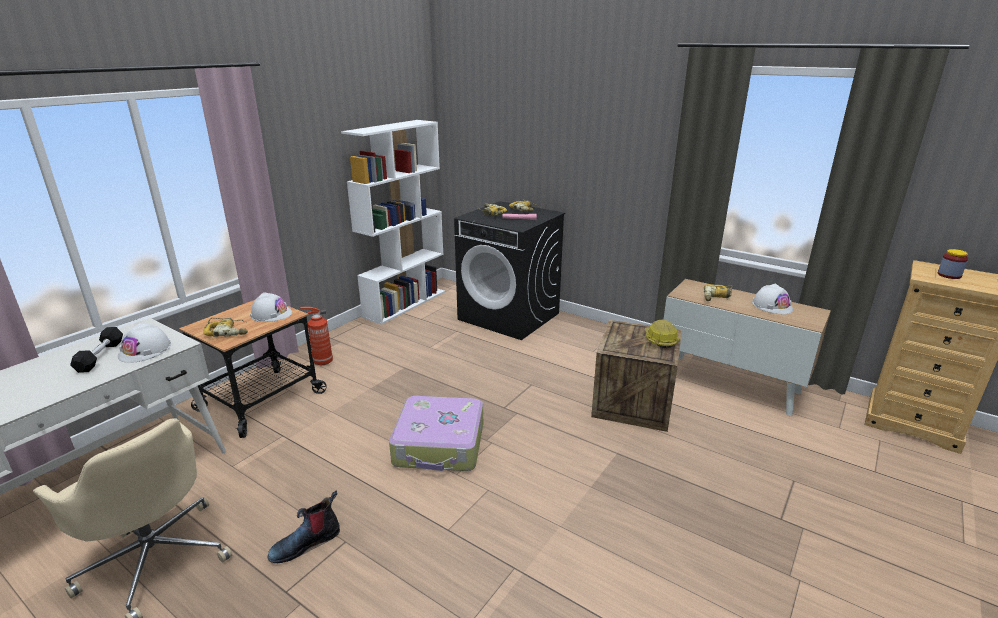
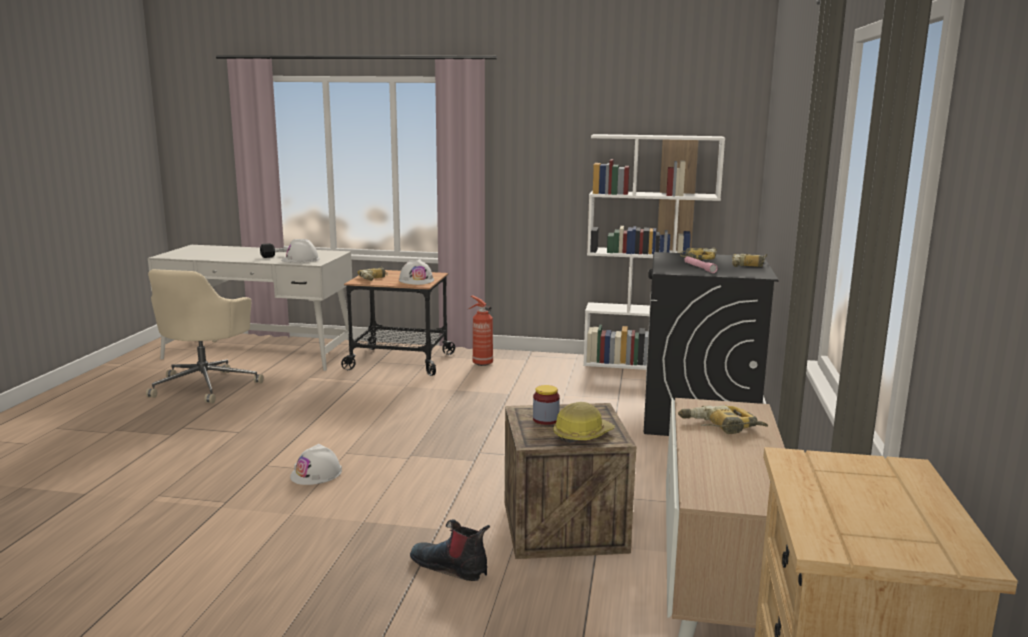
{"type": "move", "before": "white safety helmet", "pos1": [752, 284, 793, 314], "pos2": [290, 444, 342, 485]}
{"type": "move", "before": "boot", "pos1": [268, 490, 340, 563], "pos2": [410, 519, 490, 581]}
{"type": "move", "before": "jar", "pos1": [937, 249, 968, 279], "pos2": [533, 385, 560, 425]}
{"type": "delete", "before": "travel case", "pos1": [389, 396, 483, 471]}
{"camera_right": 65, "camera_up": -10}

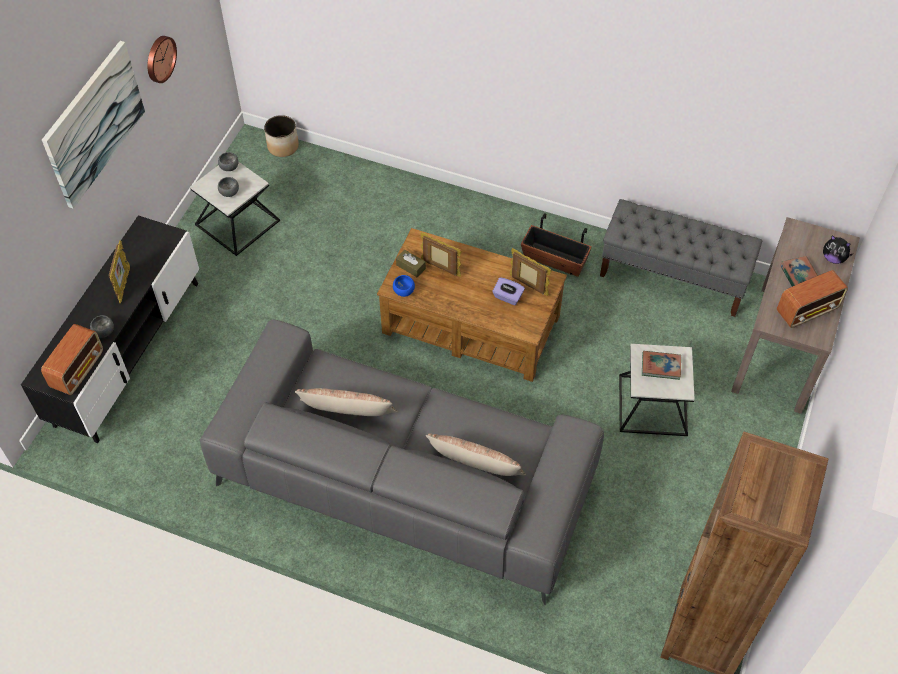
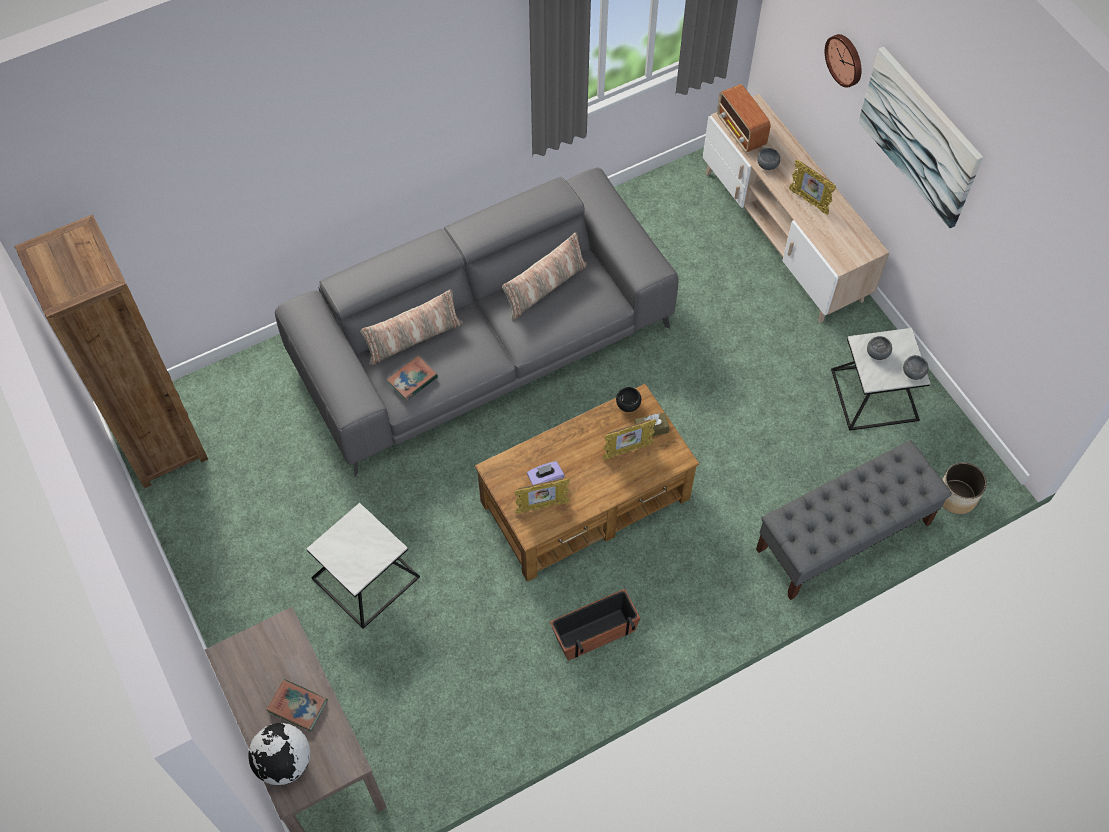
{"type": "replace", "before": "cuddly toy", "after": "desk globe", "pos1": [823, 235, 853, 264], "pos2": [248, 723, 310, 785]}
{"type": "move", "before": "book", "pos1": [642, 351, 681, 380], "pos2": [386, 356, 438, 401]}
{"type": "recolor", "before": "blue deep dish", "after": "black-coloured deep dish", "pos1": [393, 275, 415, 297], "pos2": [616, 387, 641, 412]}
{"type": "recolor", "before": "black-coloured media console", "after": "beige-coloured media console", "pos1": [21, 215, 199, 443], "pos2": [703, 94, 889, 323]}
{"type": "move", "before": "grey long seat", "pos1": [600, 199, 762, 317], "pos2": [756, 440, 952, 600]}
{"type": "move", "before": "hanging clock", "pos1": [147, 36, 177, 83], "pos2": [825, 34, 862, 88]}
{"type": "delete", "before": "radio", "pos1": [777, 270, 848, 328]}
{"camera_right": 130, "camera_up": 5}

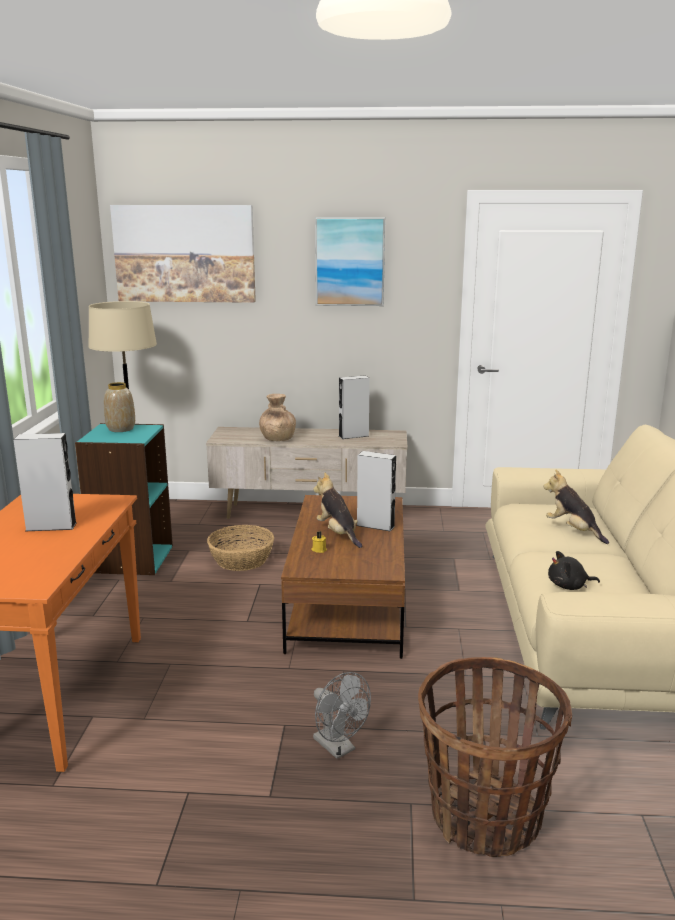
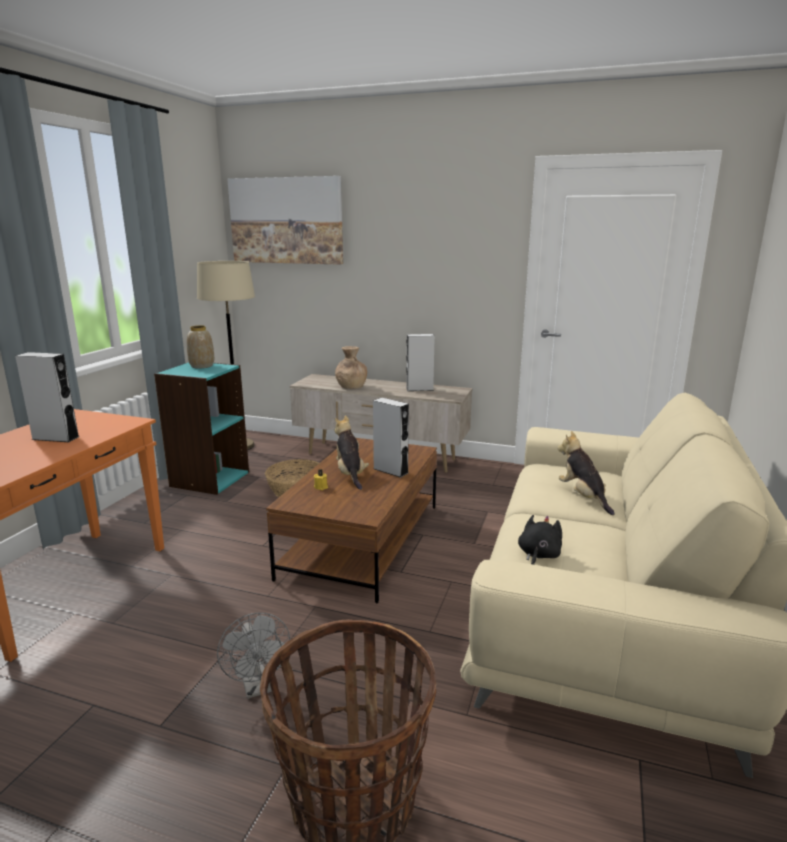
{"type": "rotate", "before": "black-coloured cuddly toy", "pos1": [548, 551, 600, 590], "pos2": [518, 515, 562, 565], "turn": 105}
{"type": "delete", "before": "wall art", "pos1": [315, 217, 385, 306]}
{"camera_right": 15, "camera_up": 0}

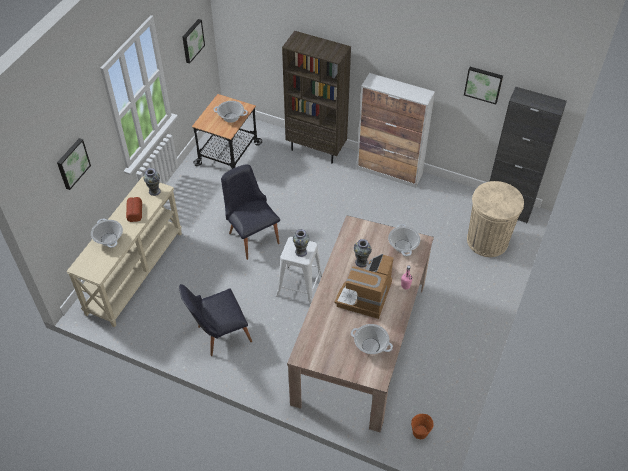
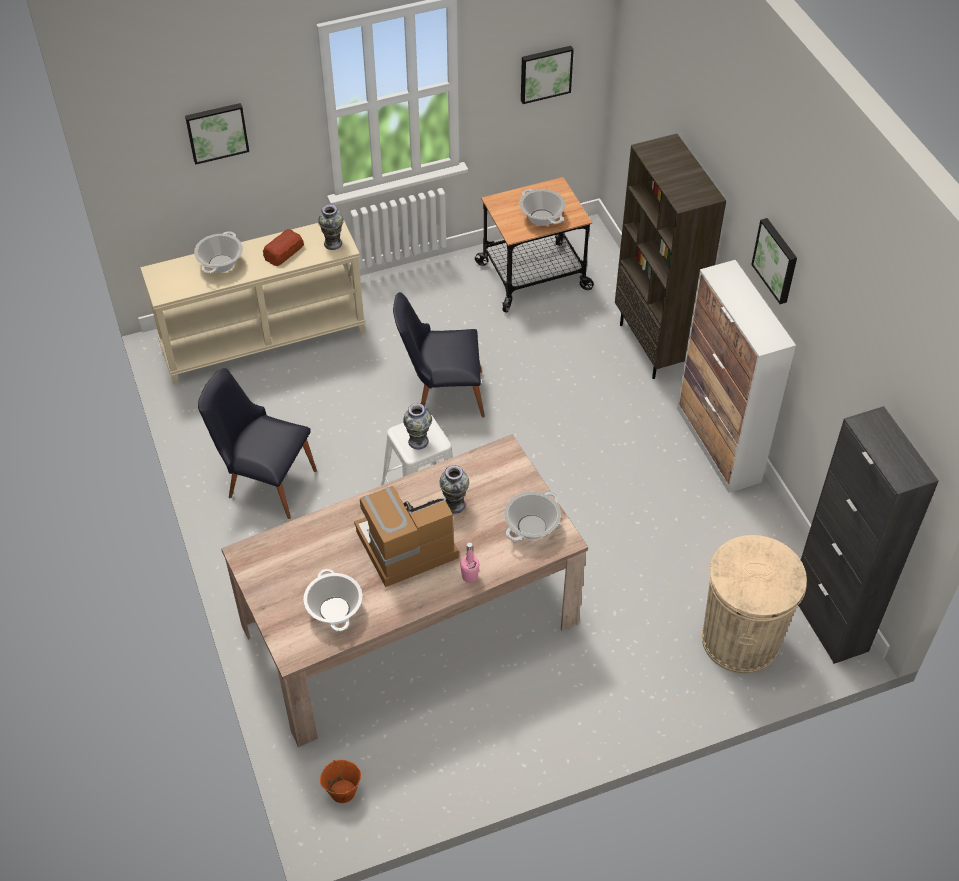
{"type": "rotate", "before": "black-coloured plain chair", "pos1": [221, 165, 280, 260], "pos2": [393, 292, 485, 418], "turn": -105}
{"type": "move", "before": "wall art", "pos1": [464, 67, 503, 104], "pos2": [751, 218, 797, 304]}
{"camera_right": 45, "camera_up": 0}

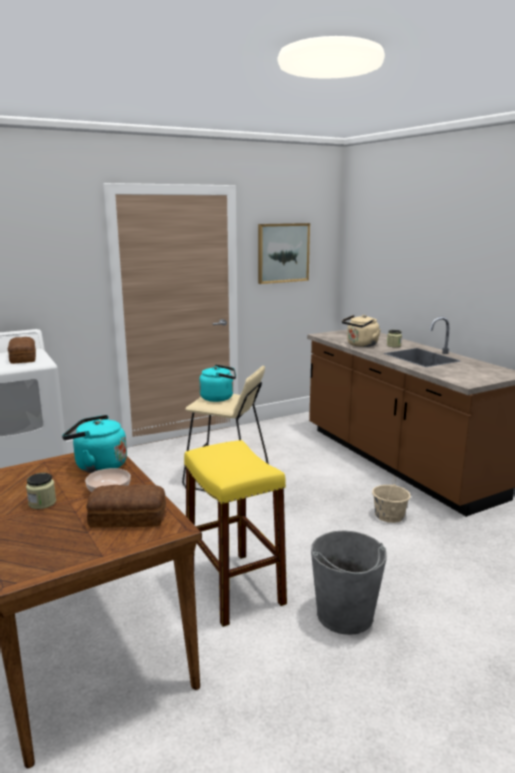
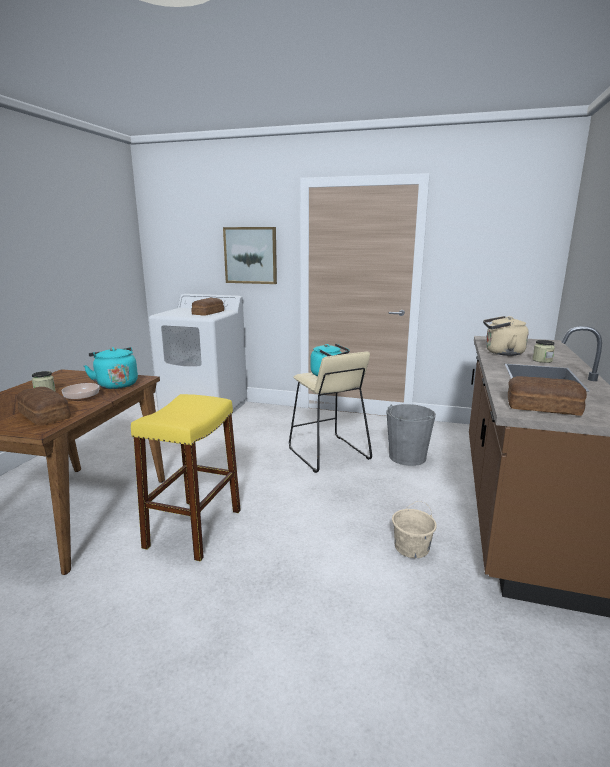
{"type": "move", "before": "wall art", "pos1": [258, 223, 310, 284], "pos2": [223, 227, 277, 284]}
{"type": "move", "before": "grey bucket", "pos1": [311, 530, 387, 635], "pos2": [386, 404, 436, 466]}
{"type": "insert", "after": "baked bread", "pos2": [508, 376, 587, 416]}
{"camera_right": 45, "camera_up": 0}

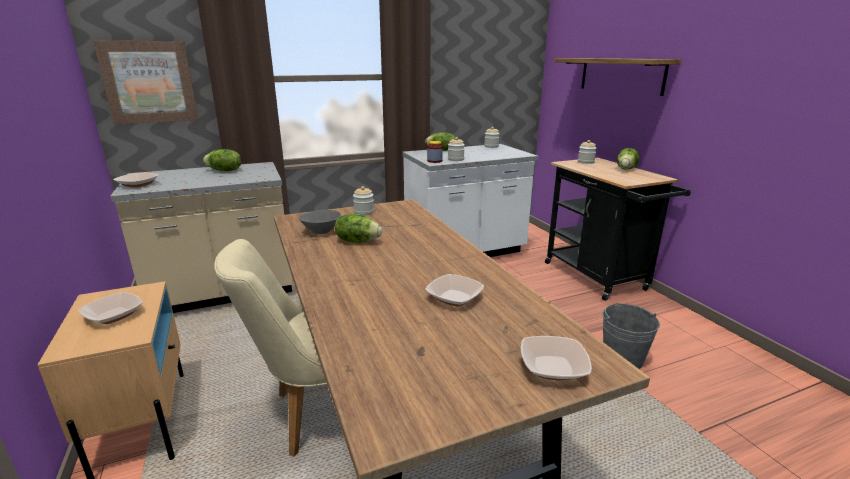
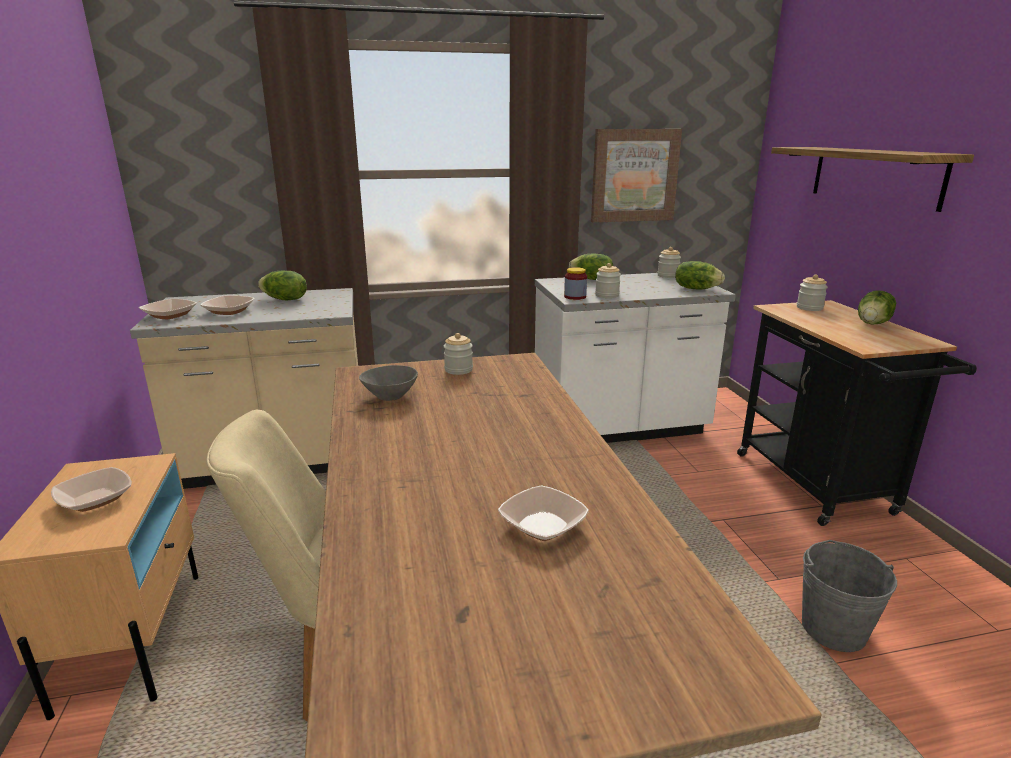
{"type": "move", "before": "deep dish", "pos1": [521, 336, 592, 380], "pos2": [200, 295, 255, 315]}
{"type": "move", "before": "wall art", "pos1": [93, 41, 199, 124], "pos2": [591, 129, 682, 223]}
{"type": "move", "before": "lettuce", "pos1": [335, 214, 382, 243], "pos2": [675, 261, 725, 289]}
{"camera_right": 10, "camera_up": 0}

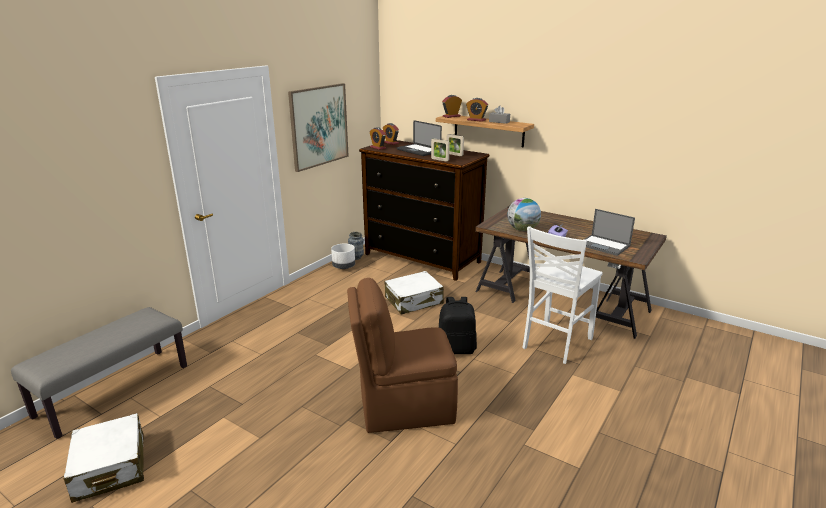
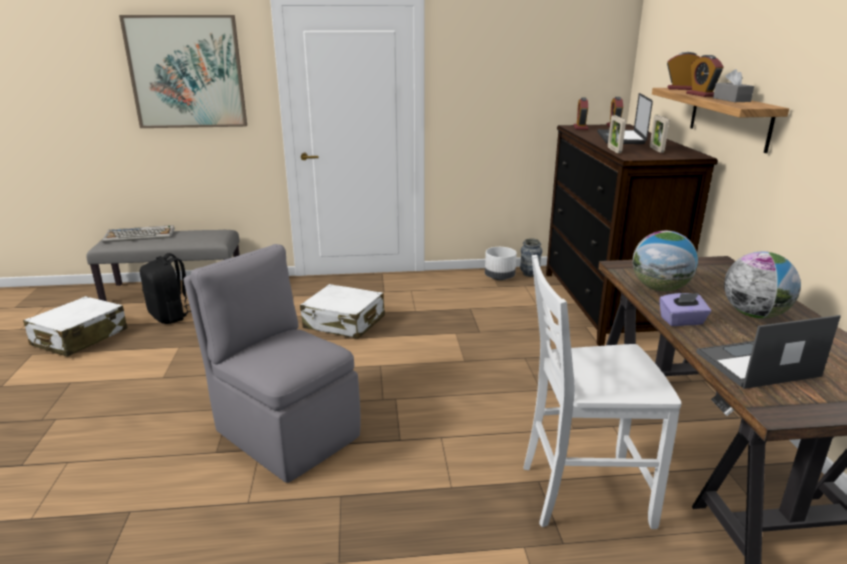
{"type": "insert", "after": "computer keyboard", "pos2": [102, 225, 175, 243]}
{"type": "move", "before": "wall art", "pos1": [288, 83, 349, 172], "pos2": [119, 15, 247, 128]}
{"type": "move", "before": "black-coloured backpack", "pos1": [439, 297, 477, 354], "pos2": [140, 253, 191, 324]}
{"type": "recolor", "before": "brown plain chair", "after": "grey plain chair", "pos1": [347, 278, 458, 433], "pos2": [184, 244, 360, 483]}
{"type": "move", "before": "white travel case", "pos1": [384, 271, 444, 315], "pos2": [300, 284, 385, 339]}
{"type": "rotate", "before": "portable computer", "pos1": [585, 209, 635, 256], "pos2": [696, 315, 841, 389], "turn": 75}
{"type": "insert", "after": "desk globe", "pos2": [724, 252, 801, 318]}
{"camera_right": 50, "camera_up": 0}

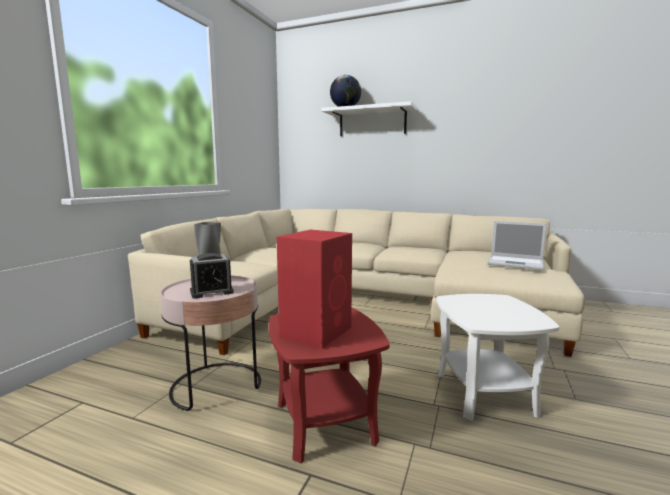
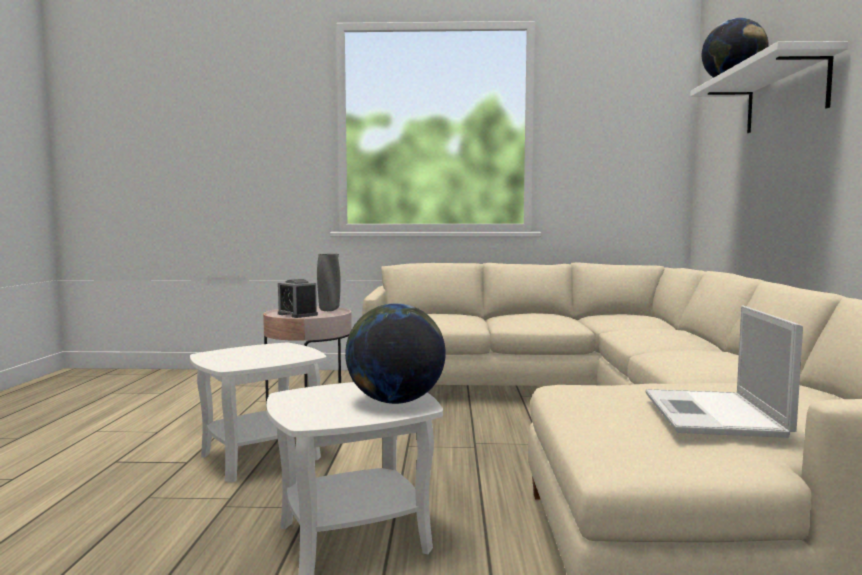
{"type": "recolor", "before": "red accent table", "after": "white accent table", "pos1": [269, 308, 390, 464], "pos2": [190, 343, 327, 482]}
{"type": "insert", "after": "desk globe", "pos2": [345, 303, 446, 404]}
{"type": "delete", "before": "red loudspeaker", "pos1": [277, 230, 352, 349]}
{"camera_right": 70, "camera_up": -5}

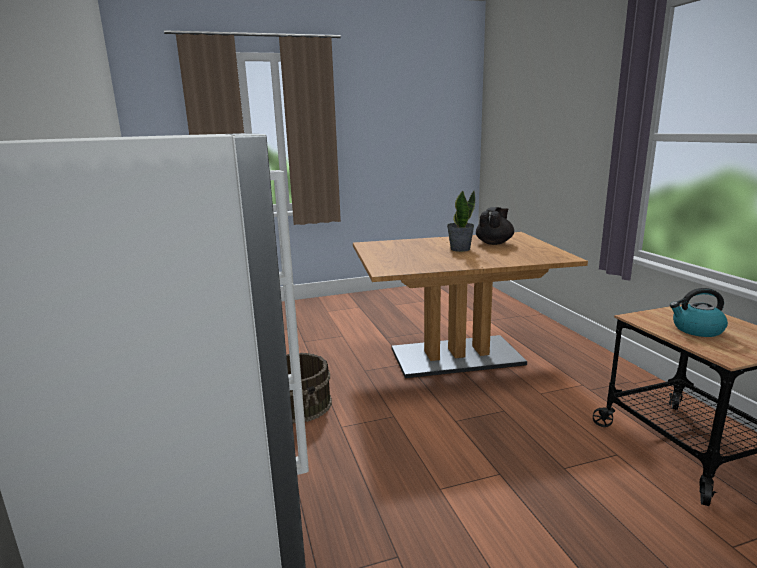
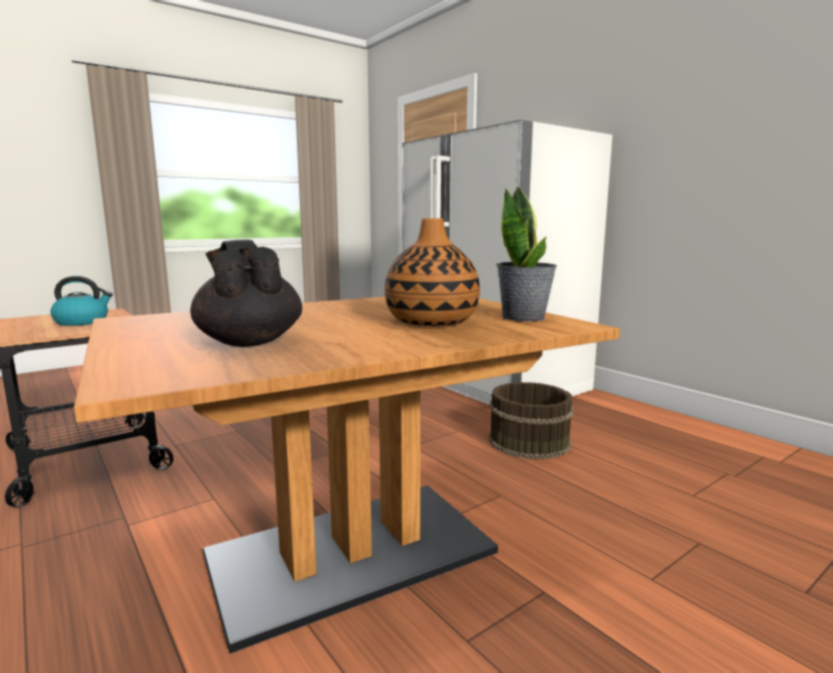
{"type": "rotate", "before": "black-coloured teapot", "pos1": [476, 207, 514, 245], "pos2": [190, 240, 302, 347], "turn": 135}
{"type": "insert", "after": "decorative vase", "pos2": [385, 218, 480, 326]}
{"type": "move", "before": "plant in a pot", "pos1": [447, 190, 475, 252], "pos2": [496, 186, 557, 322]}
{"camera_right": 160, "camera_up": -5}

